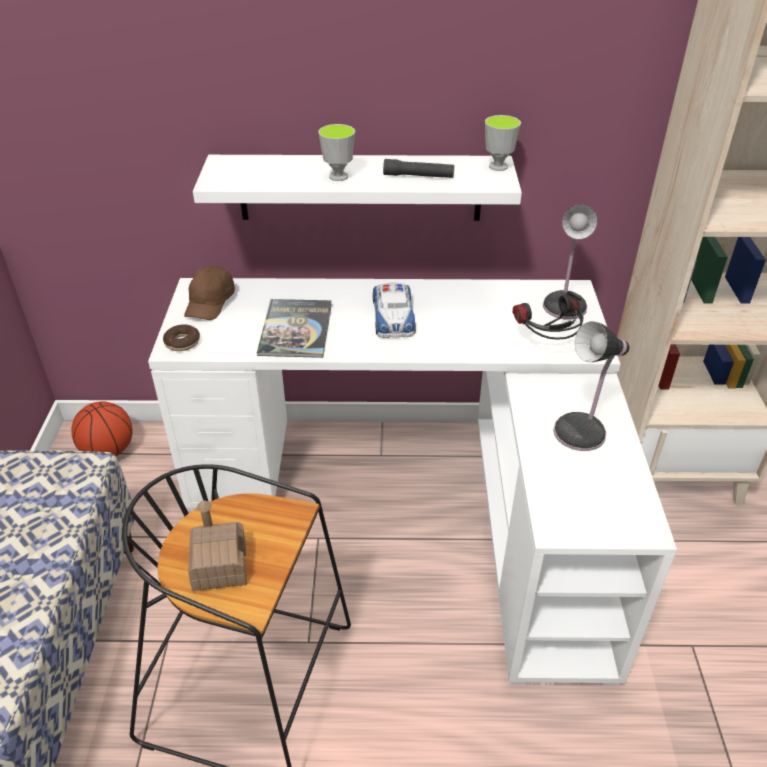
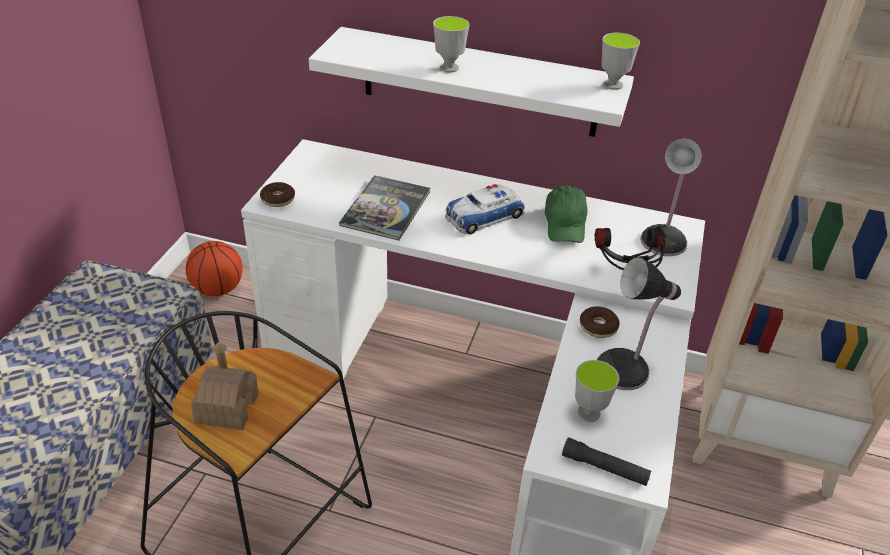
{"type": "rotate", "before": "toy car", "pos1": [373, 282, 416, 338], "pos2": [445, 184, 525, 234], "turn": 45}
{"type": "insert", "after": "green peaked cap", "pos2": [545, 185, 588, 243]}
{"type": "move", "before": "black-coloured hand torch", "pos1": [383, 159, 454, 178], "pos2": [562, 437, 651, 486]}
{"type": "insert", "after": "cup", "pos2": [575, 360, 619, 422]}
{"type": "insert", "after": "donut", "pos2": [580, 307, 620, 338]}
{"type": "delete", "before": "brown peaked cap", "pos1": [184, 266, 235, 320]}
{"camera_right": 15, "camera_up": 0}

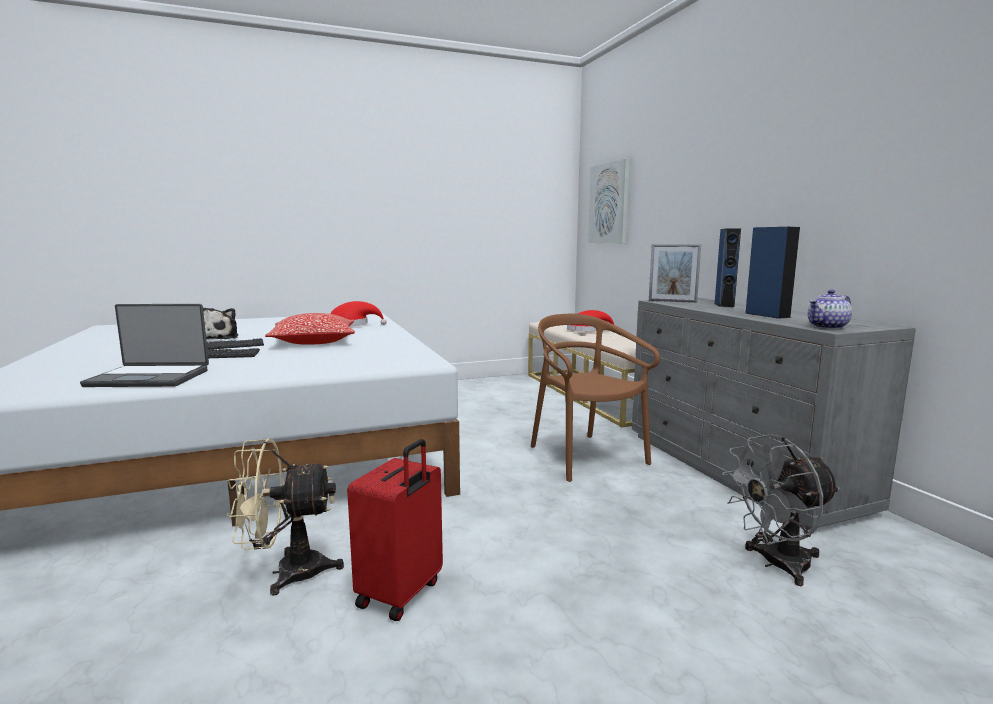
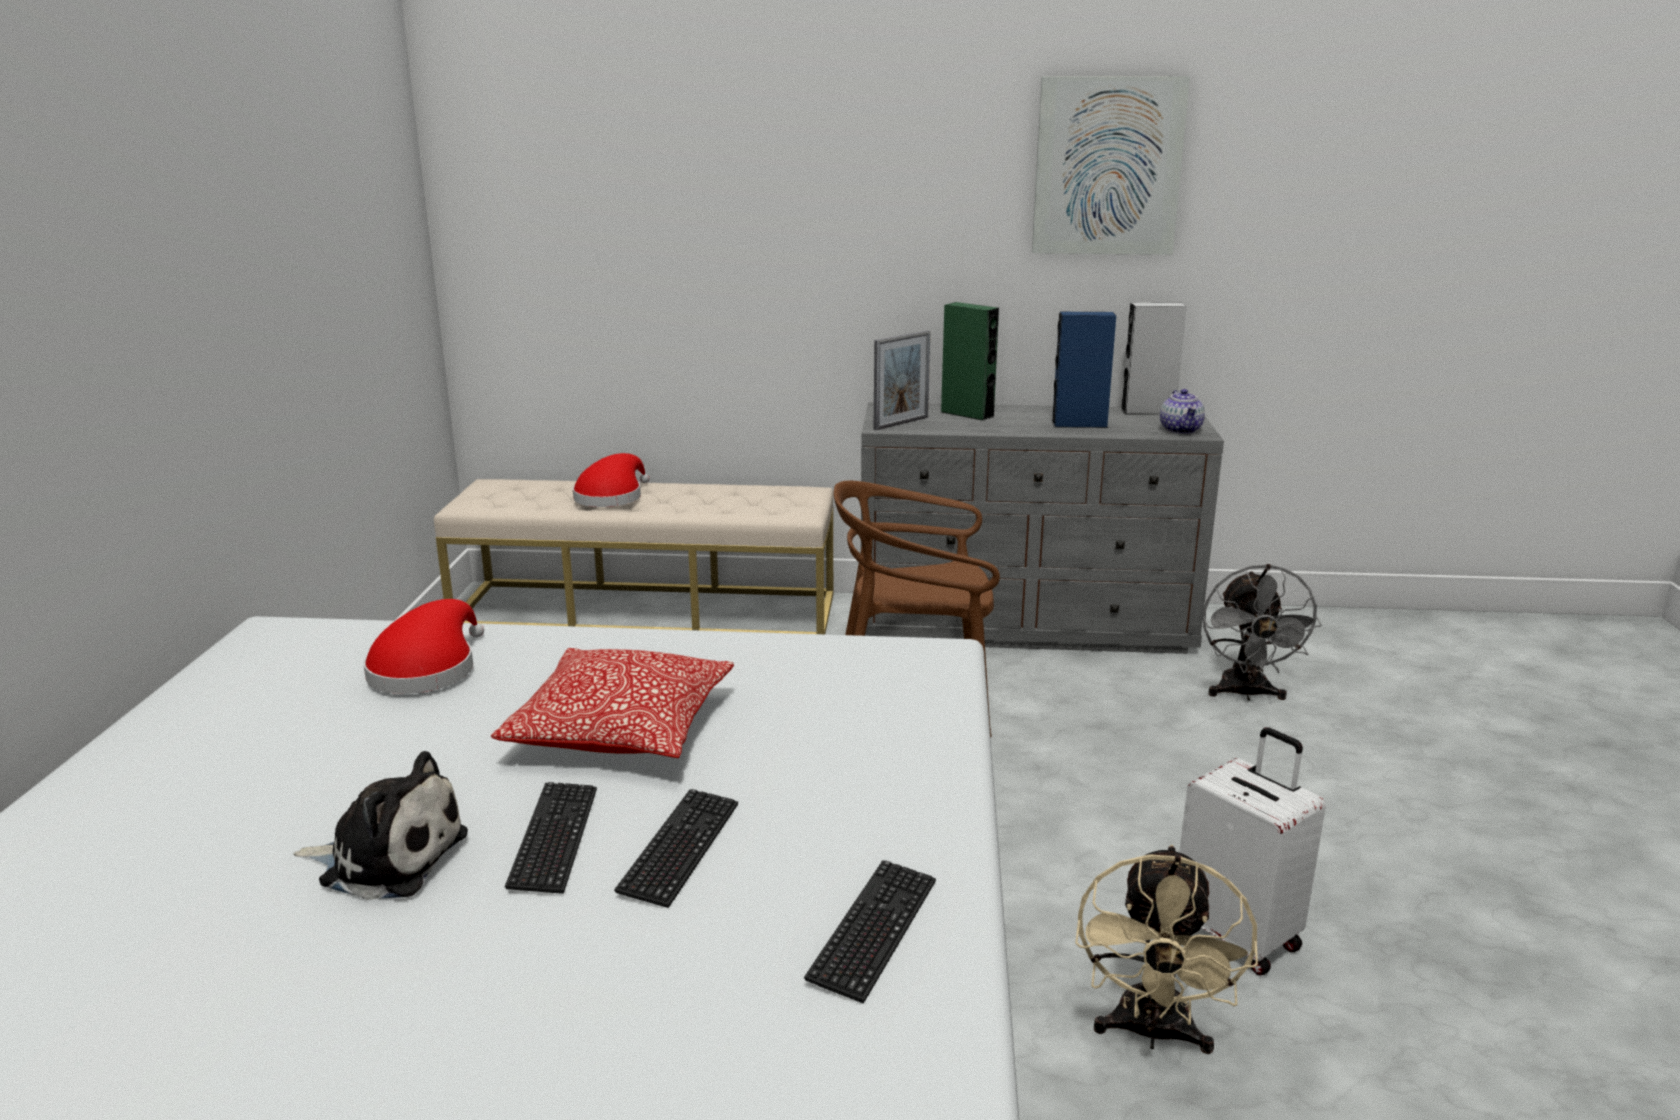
{"type": "replace", "before": "portable computer", "after": "computer keyboard", "pos1": [80, 304, 209, 387], "pos2": [804, 860, 936, 1004]}
{"type": "recolor", "before": "blue loudspeaker", "after": "green loudspeaker", "pos1": [715, 229, 741, 307], "pos2": [941, 302, 999, 421]}
{"type": "move", "before": "wall art", "pos1": [588, 159, 630, 243], "pos2": [1032, 76, 1190, 255]}
{"type": "insert", "after": "grey loudspeaker", "pos2": [1121, 303, 1187, 414]}
{"type": "recolor", "before": "red travel case", "after": "white travel case", "pos1": [347, 439, 443, 621], "pos2": [1179, 727, 1326, 975]}
{"camera_right": -65, "camera_up": 10}

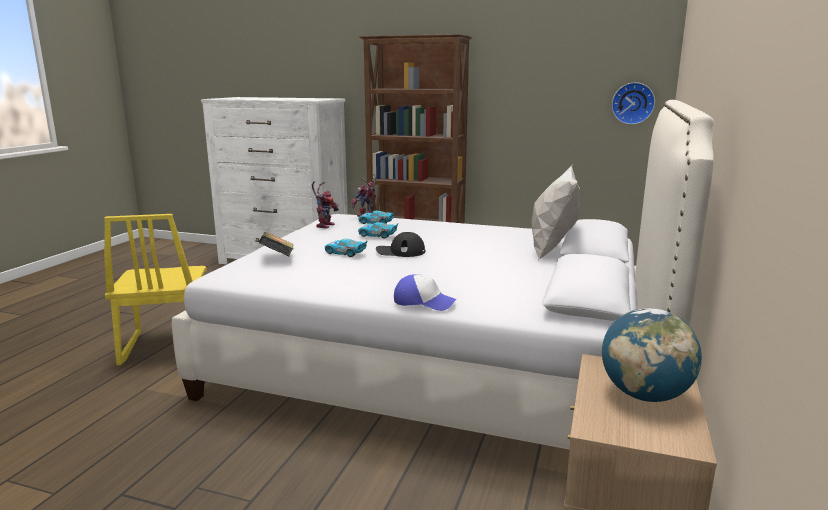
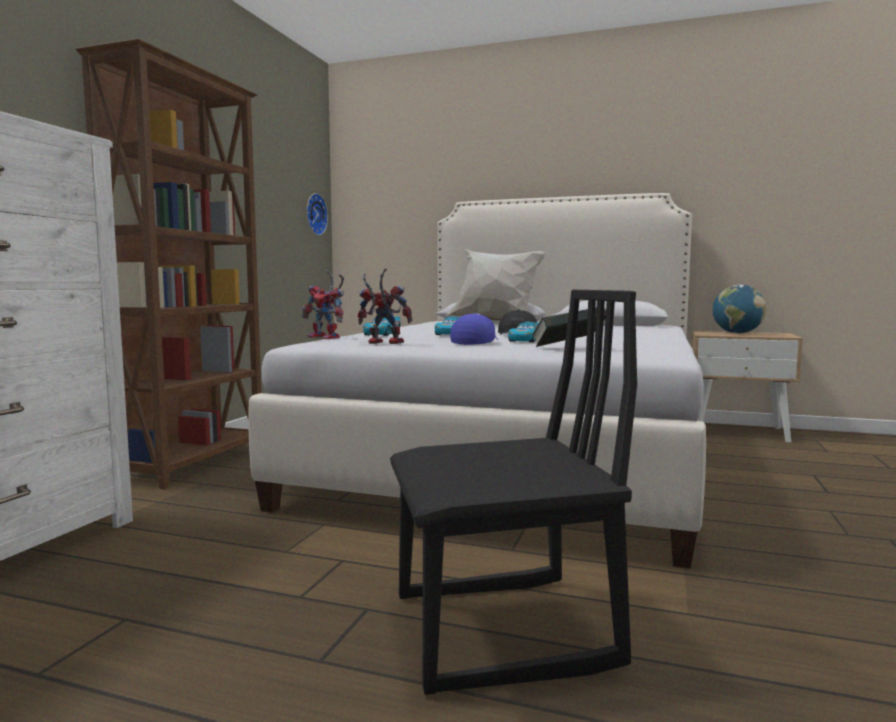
{"type": "recolor", "before": "yellow plain chair", "after": "black-coloured plain chair", "pos1": [104, 214, 207, 366], "pos2": [390, 289, 637, 695]}
{"type": "move", "before": "peaked cap", "pos1": [394, 274, 456, 311], "pos2": [450, 314, 498, 345]}
{"camera_right": -90, "camera_up": -10}

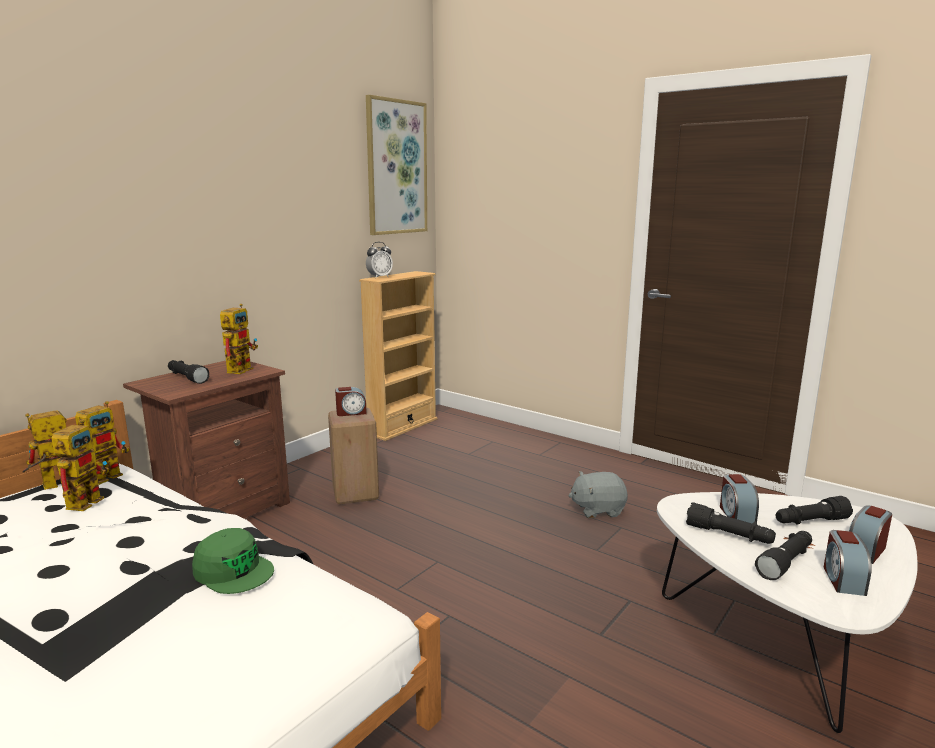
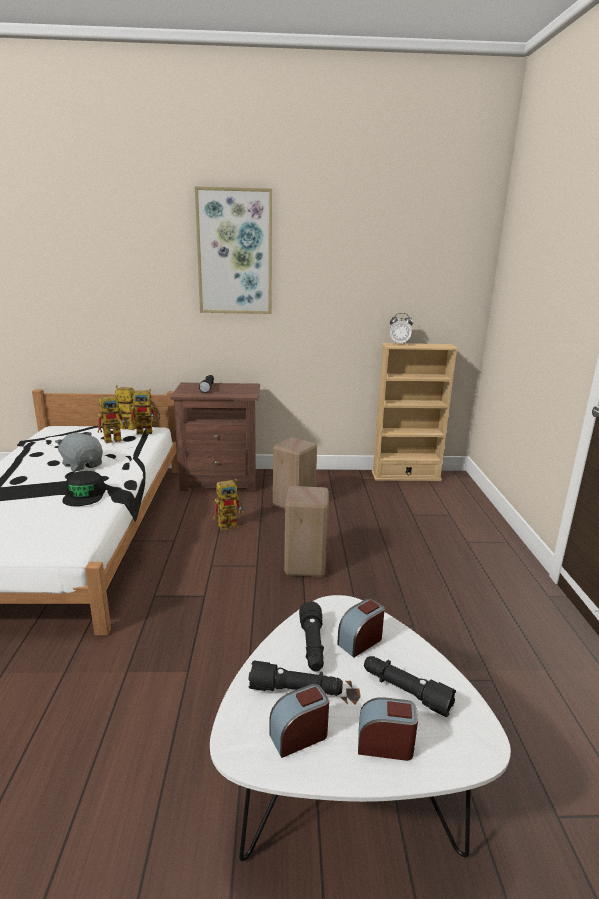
{"type": "move", "before": "grey cuddly toy", "pos1": [568, 471, 628, 518], "pos2": [55, 432, 103, 472]}
{"type": "recolor", "before": "green peaked cap", "after": "black-coloured peaked cap", "pos1": [192, 528, 274, 594], "pos2": [62, 471, 106, 506]}
{"type": "move", "before": "wall art", "pos1": [366, 95, 427, 235], "pos2": [195, 186, 272, 314]}
{"type": "move", "before": "toy robot", "pos1": [220, 304, 258, 374], "pos2": [213, 479, 244, 531]}
{"type": "insert", "after": "beige-coloured stool", "pos2": [284, 486, 329, 577]}
{"type": "delete", "before": "bedside clock", "pos1": [335, 387, 367, 416]}
{"camera_right": 50, "camera_up": 5}

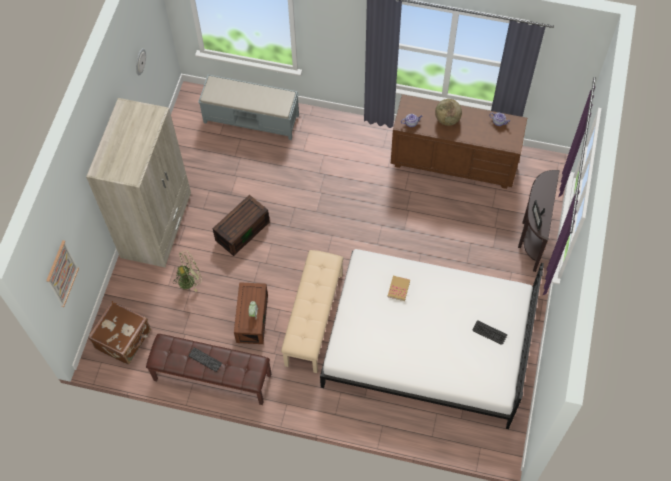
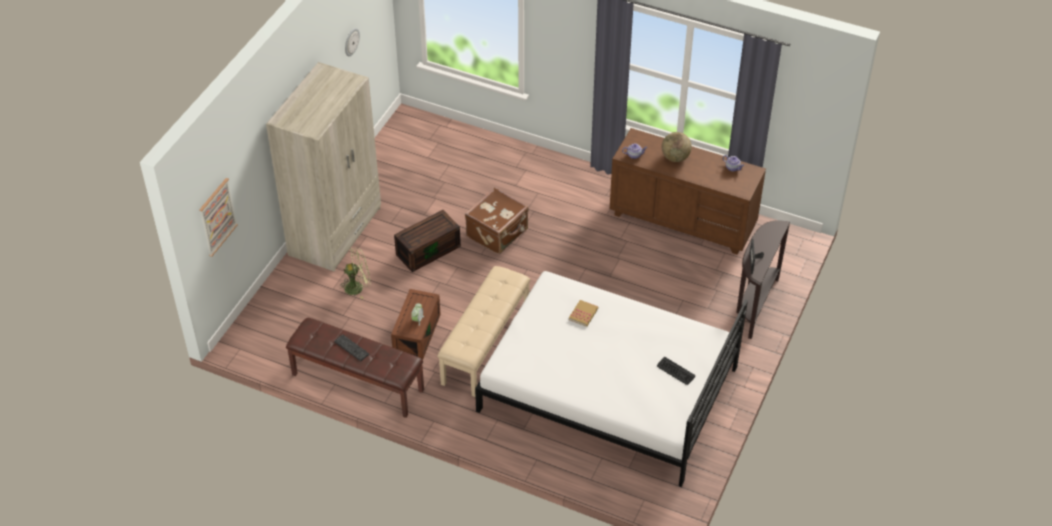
{"type": "move", "before": "brown travel case", "pos1": [88, 301, 151, 365], "pos2": [465, 187, 529, 254]}
{"type": "delete", "before": "grey long seat", "pos1": [198, 74, 299, 140]}
{"camera_right": 10, "camera_up": -15}

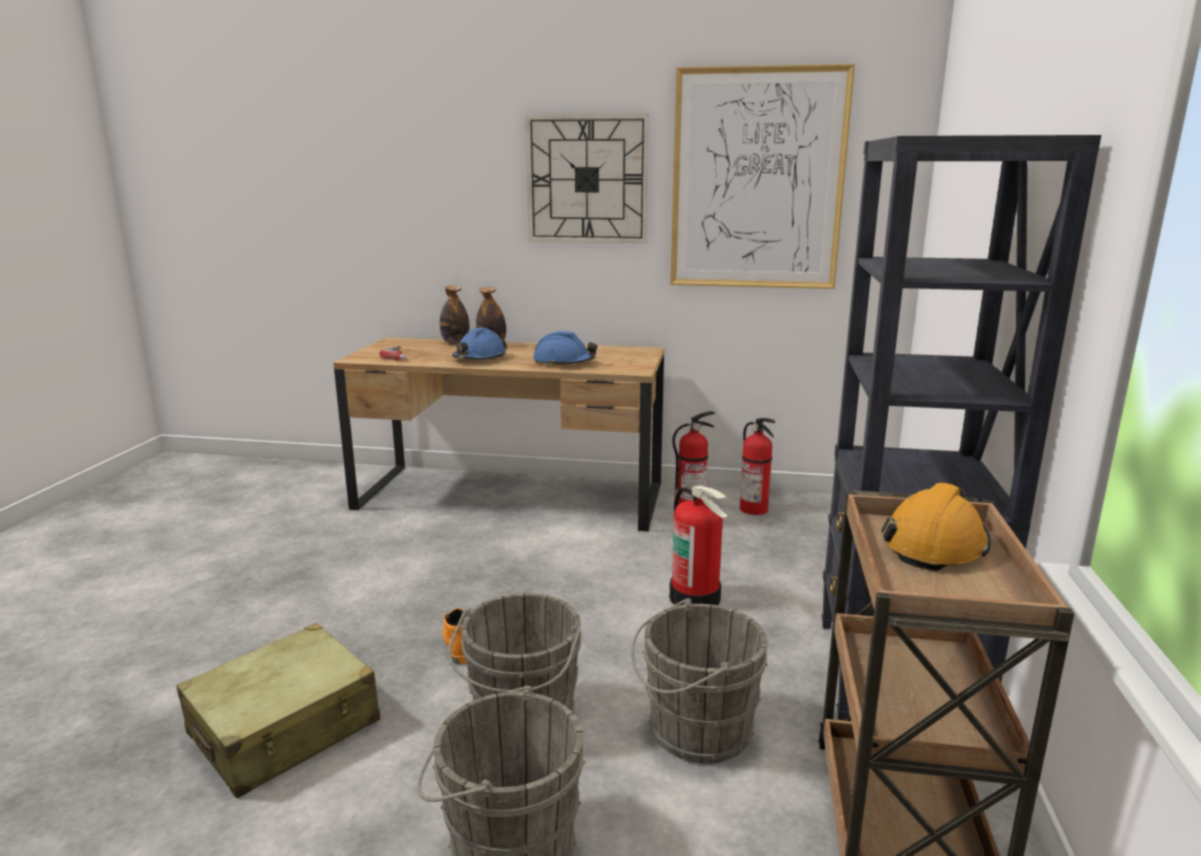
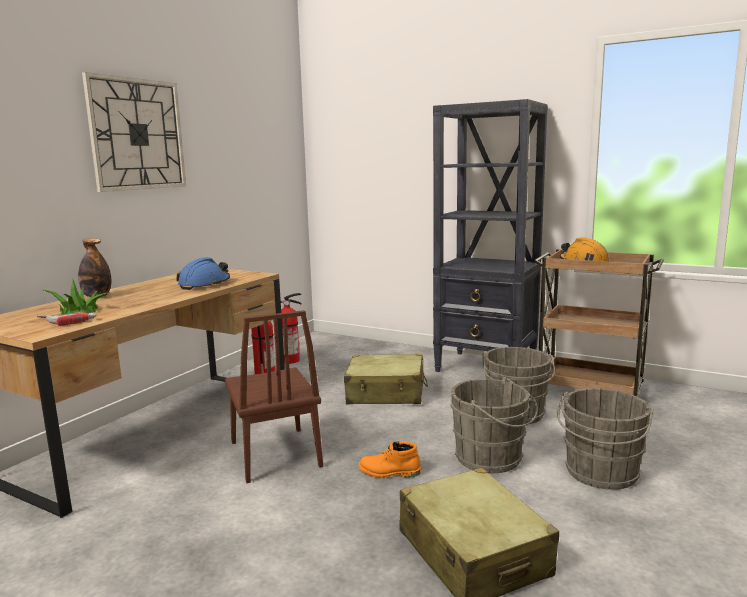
{"type": "insert", "after": "plant in a pot", "pos2": [44, 279, 108, 315]}
{"type": "insert", "after": "brown plain chair", "pos2": [225, 310, 323, 483]}
{"type": "replace", "before": "fire-fighting cylinder", "after": "beige-coloured travel case", "pos1": [669, 485, 729, 605], "pos2": [344, 354, 428, 404]}
{"type": "delete", "before": "beverage bottle", "pos1": [440, 285, 469, 344]}
{"type": "delete", "before": "blue safety helmet", "pos1": [452, 328, 508, 360]}
{"type": "delete", "before": "wall art", "pos1": [670, 64, 855, 289]}
{"camera_right": -70, "camera_up": -5}

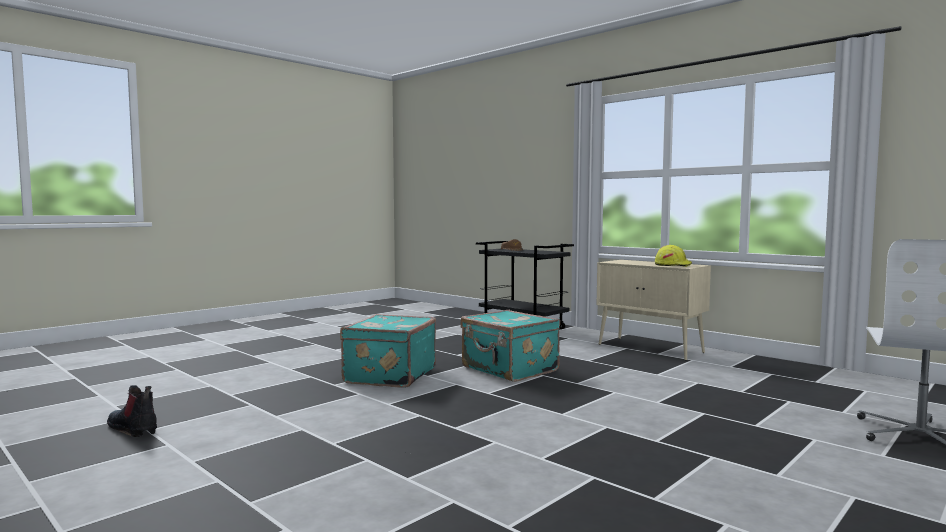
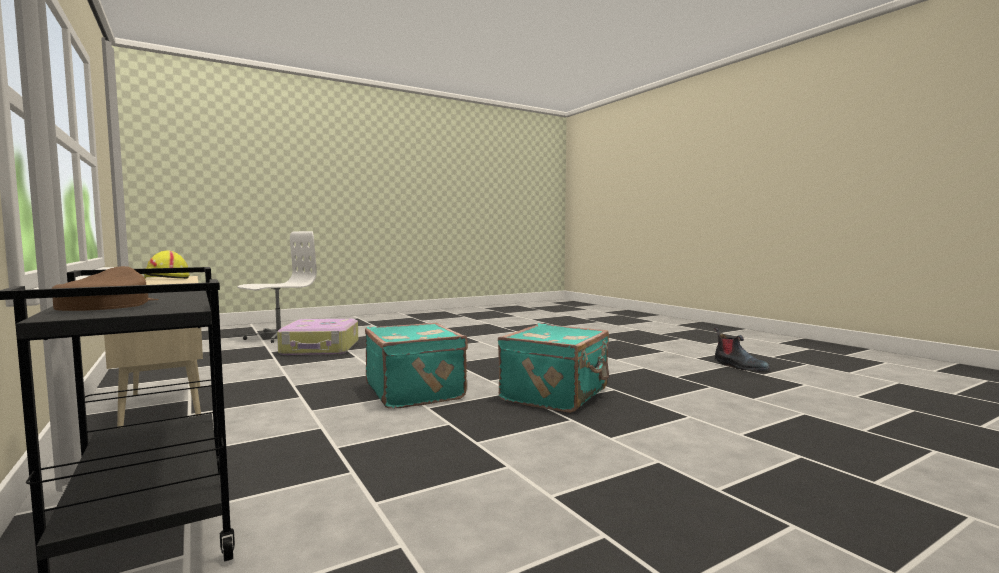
{"type": "insert", "after": "travel case", "pos2": [277, 319, 358, 355]}
{"camera_right": -165, "camera_up": 0}

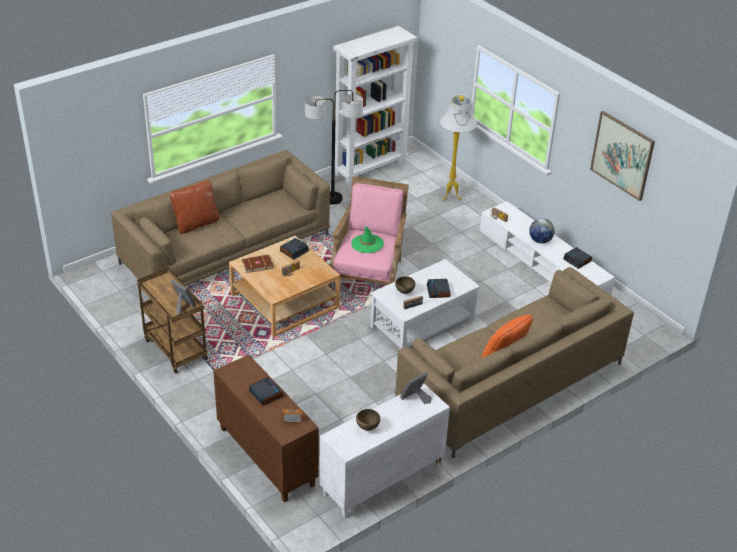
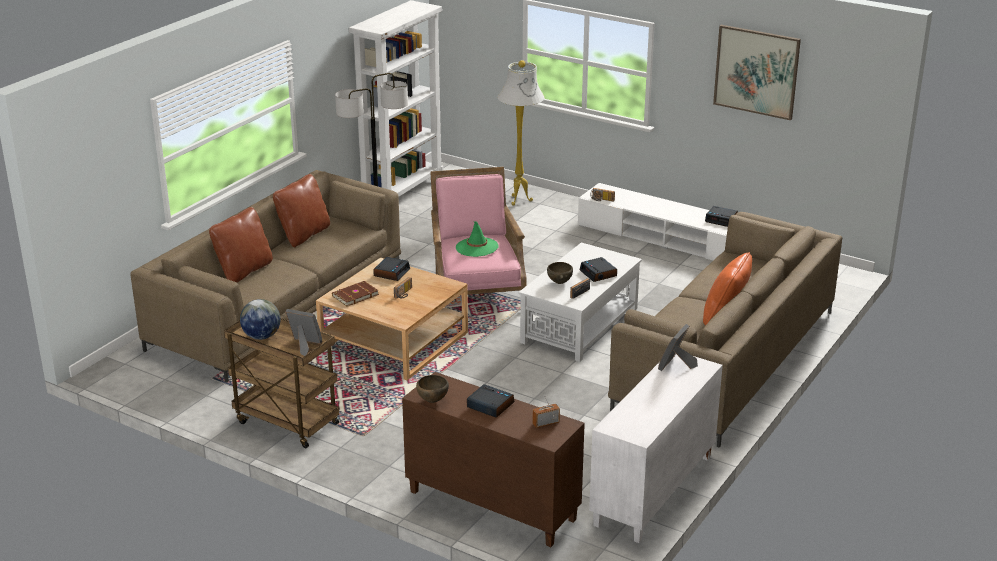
{"type": "move", "before": "desk globe", "pos1": [529, 218, 555, 244], "pos2": [240, 299, 281, 340]}
{"type": "insert", "after": "brown cushion", "pos2": [273, 174, 330, 247]}
{"type": "move", "before": "brown deep dish", "pos1": [356, 409, 380, 431], "pos2": [416, 375, 449, 403]}
{"camera_right": -20, "camera_up": -10}

